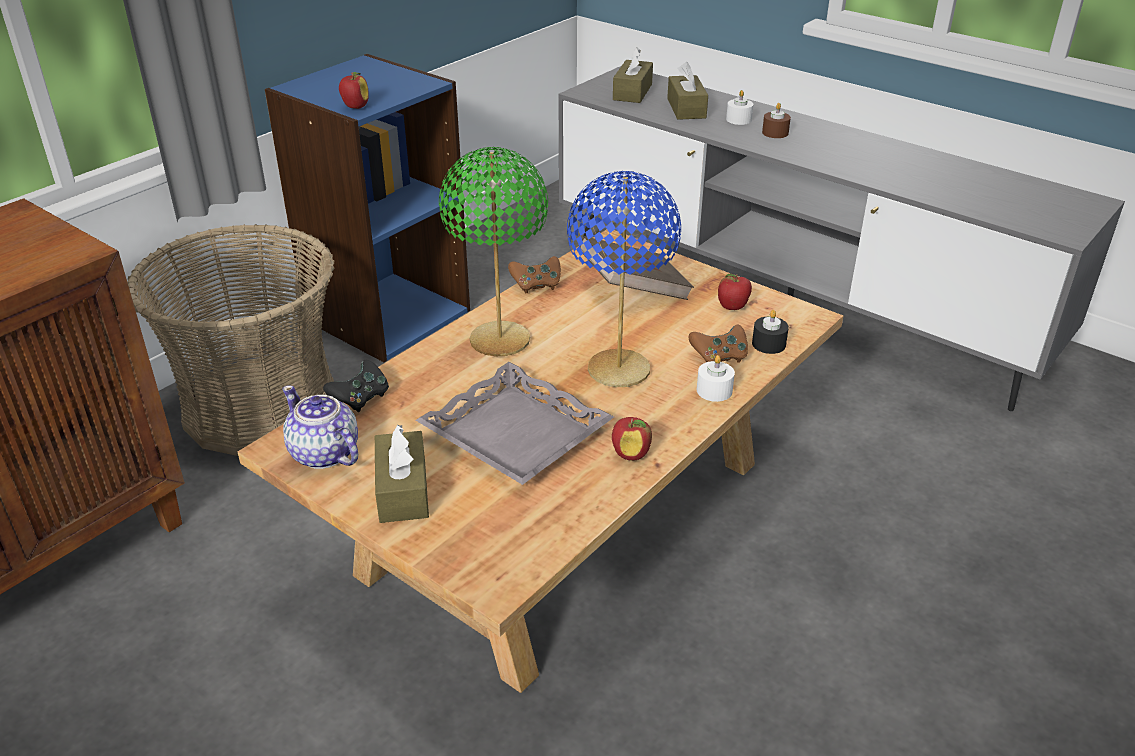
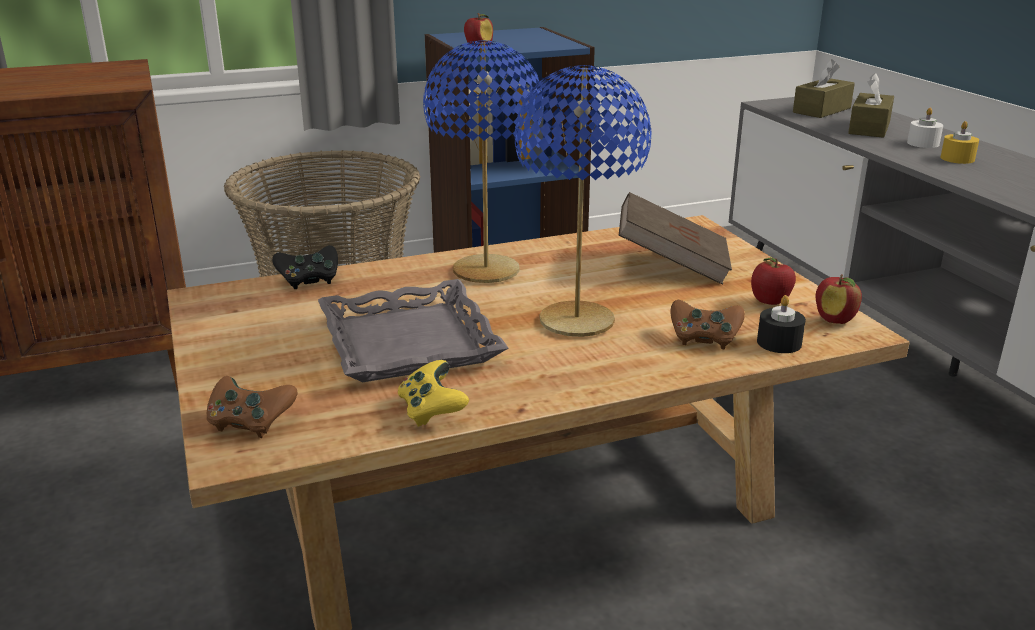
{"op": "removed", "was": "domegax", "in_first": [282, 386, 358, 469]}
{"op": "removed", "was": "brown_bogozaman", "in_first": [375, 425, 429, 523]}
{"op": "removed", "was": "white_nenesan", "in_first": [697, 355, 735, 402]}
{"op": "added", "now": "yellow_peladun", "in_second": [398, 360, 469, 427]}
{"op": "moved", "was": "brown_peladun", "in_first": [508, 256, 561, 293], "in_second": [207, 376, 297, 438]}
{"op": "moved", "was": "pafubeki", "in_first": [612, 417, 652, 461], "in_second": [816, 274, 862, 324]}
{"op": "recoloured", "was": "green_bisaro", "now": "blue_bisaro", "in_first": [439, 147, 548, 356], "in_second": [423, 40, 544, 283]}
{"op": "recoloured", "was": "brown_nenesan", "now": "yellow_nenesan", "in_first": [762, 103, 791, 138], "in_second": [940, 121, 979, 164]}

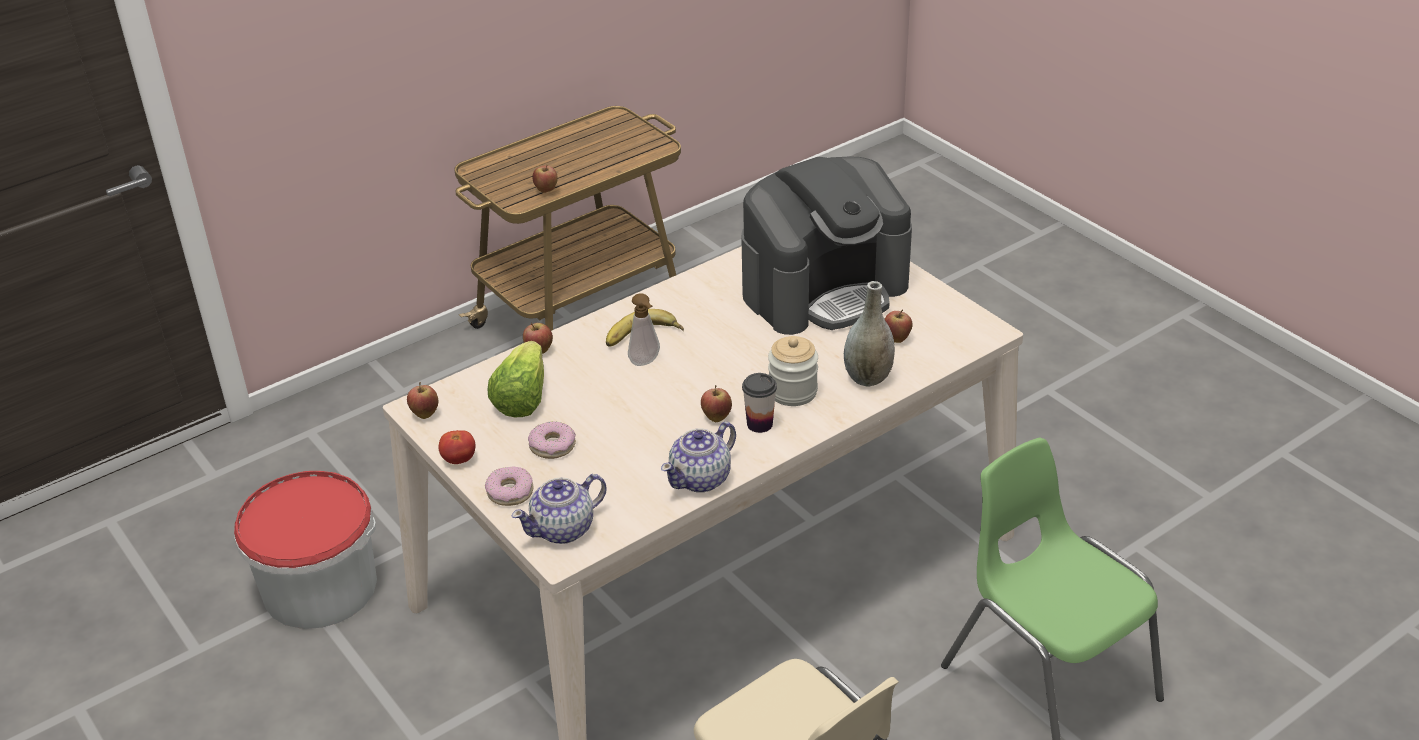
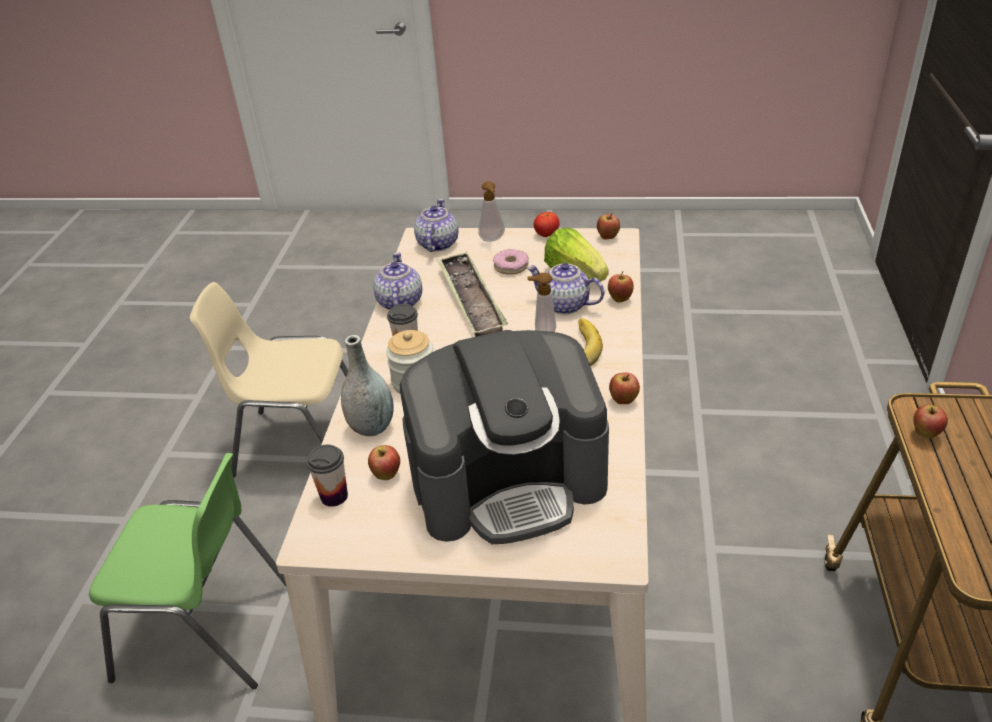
{"op": "removed", "was": "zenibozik", "in_first": [234, 471, 377, 629]}
{"op": "added", "now": "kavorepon", "in_second": [306, 445, 348, 507]}
{"op": "added", "now": "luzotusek", "in_second": [437, 252, 508, 337]}
{"op": "added", "now": "domegax", "in_second": [527, 263, 604, 315]}
{"op": "moved", "was": "pafubeki", "in_first": [701, 385, 732, 422], "in_second": [609, 372, 640, 404]}
{"op": "replaced", "was": "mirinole", "now": "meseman", "in_first": [485, 466, 534, 506], "in_second": [478, 181, 505, 242]}
{"op": "turned", "was": "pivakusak", "in_first": [741, 156, 912, 335], "in_second": [400, 330, 609, 544], "clockwise": -120}

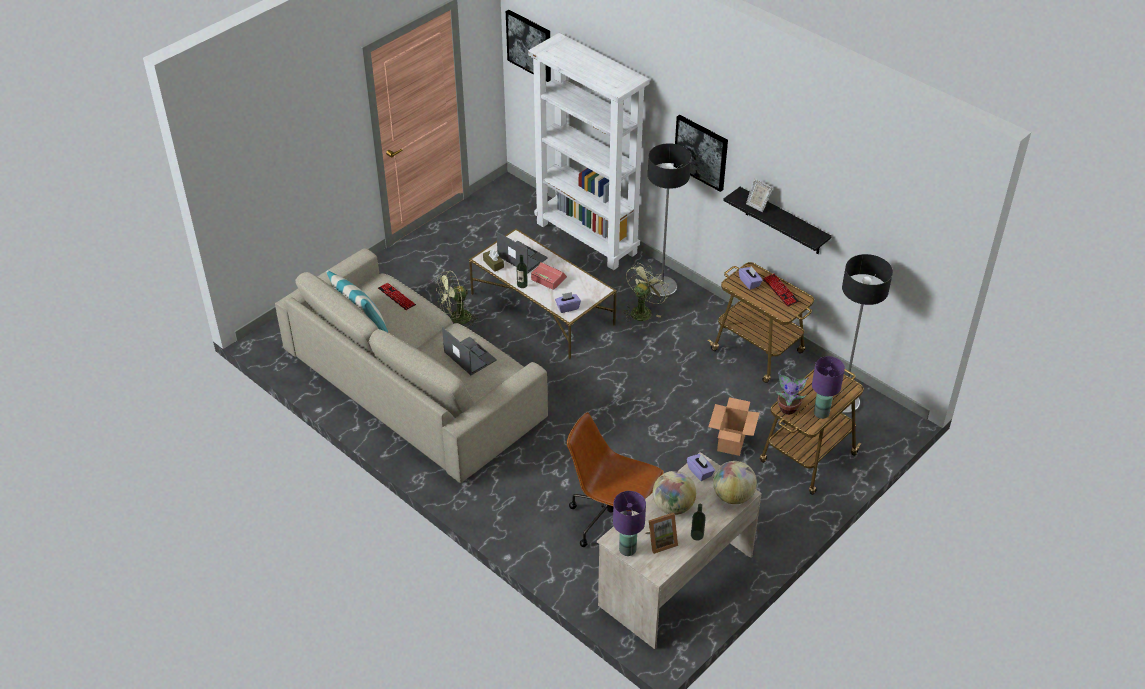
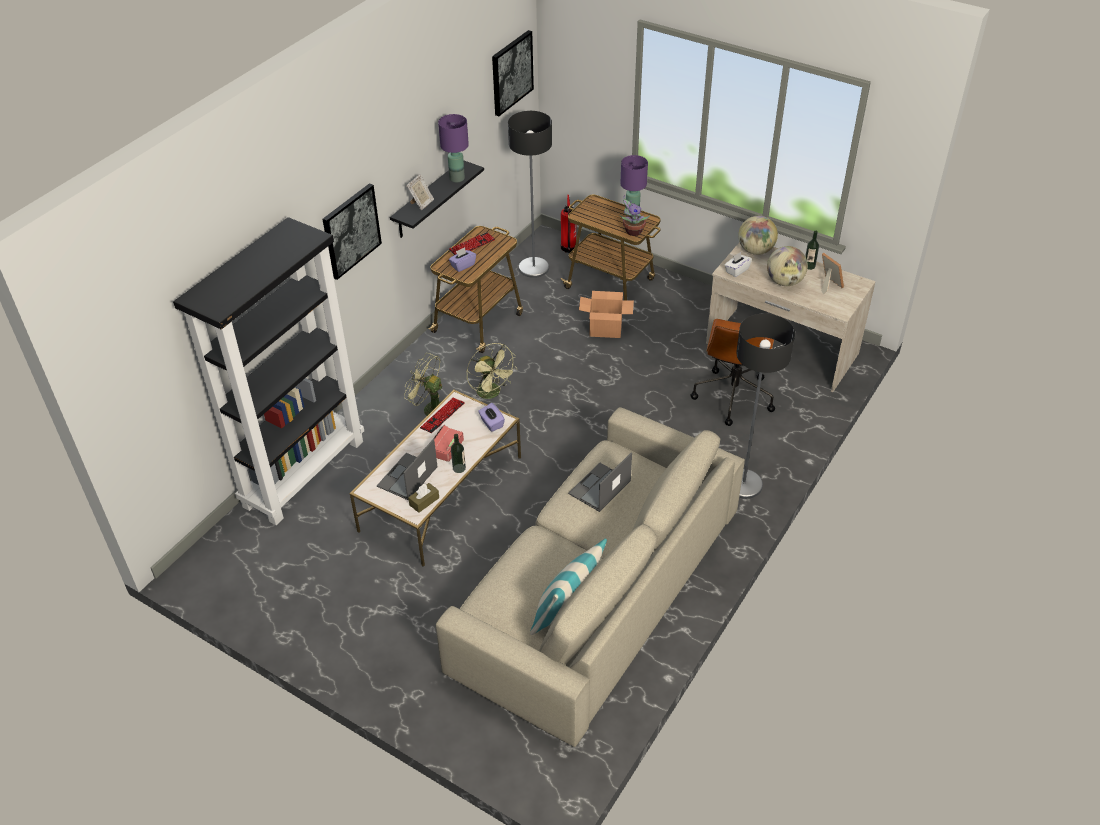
{"op": "added", "now": "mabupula", "in_second": [561, 195, 576, 253]}
{"op": "moved", "was": "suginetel", "in_first": [378, 283, 416, 310], "in_second": [420, 398, 465, 433]}
{"op": "moved", "was": "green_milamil", "in_first": [436, 270, 479, 328], "in_second": [467, 343, 518, 399]}
{"op": "moved", "was": "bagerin", "in_first": [506, 10, 551, 82], "in_second": [492, 30, 534, 116]}
{"op": "moved", "was": "purple_bisaro", "in_first": [613, 491, 646, 556], "in_second": [438, 114, 469, 183]}
{"op": "moved", "was": "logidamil", "in_first": [648, 143, 691, 298], "in_second": [736, 313, 795, 499]}
{"op": "recoloured", "was": "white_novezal", "now": "black_novezal", "in_first": [528, 33, 650, 270], "in_second": [173, 217, 364, 525]}
{"op": "recoloured", "was": "purple_bogozaman", "now": "white_bogozaman", "in_first": [687, 454, 715, 481], "in_second": [725, 252, 752, 277]}

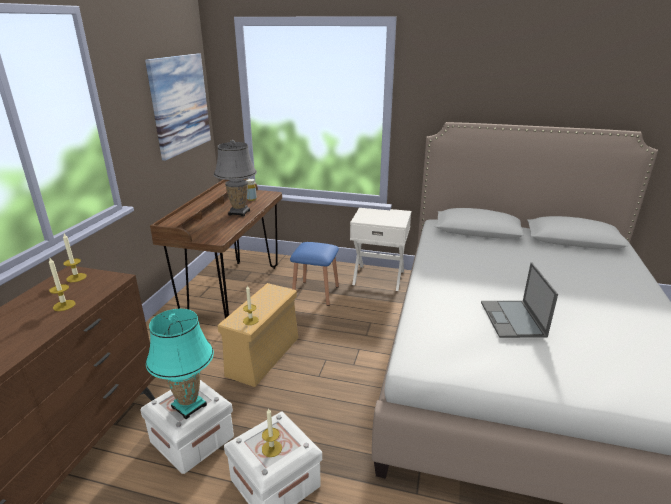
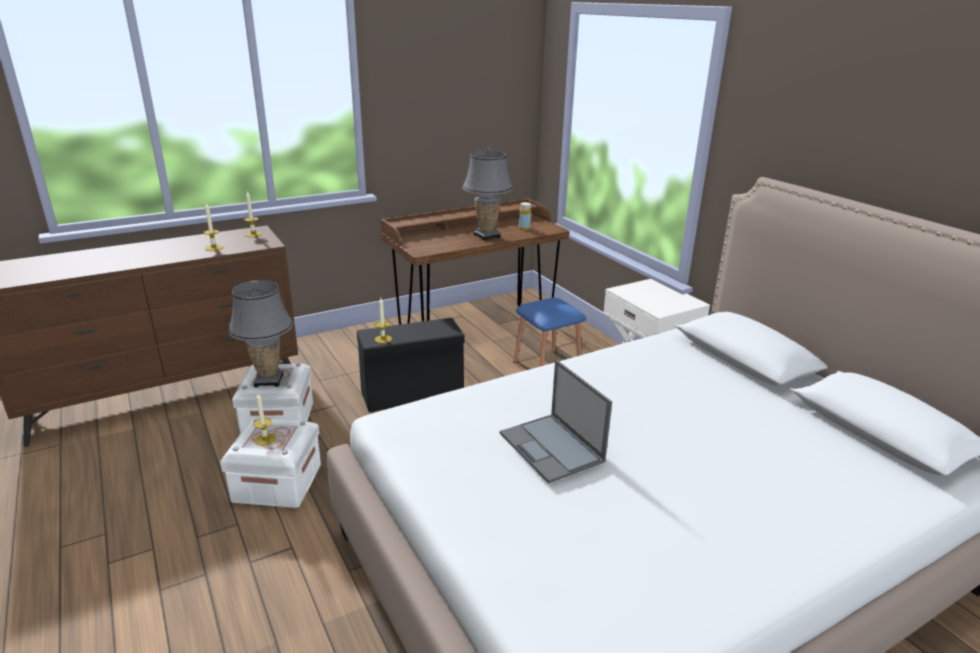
{"op": "removed", "was": "bagerin", "in_first": [145, 53, 211, 161]}
{"op": "recoloured", "was": "turquoise_bisaro", "now": "grey_bisaro", "in_first": [146, 309, 214, 419], "in_second": [228, 280, 293, 387]}
{"op": "recoloured", "was": "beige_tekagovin", "now": "black_tekagovin", "in_first": [217, 283, 298, 387], "in_second": [357, 318, 464, 412]}
{"op": "turned", "was": "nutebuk", "in_first": [481, 262, 558, 338], "in_second": [500, 360, 612, 483], "clockwise": -75}

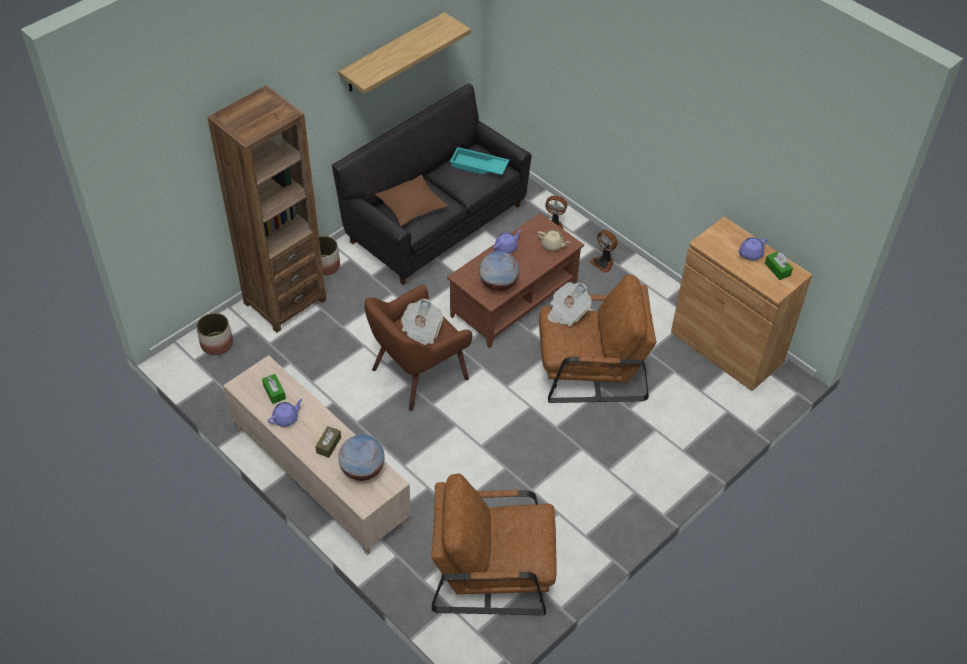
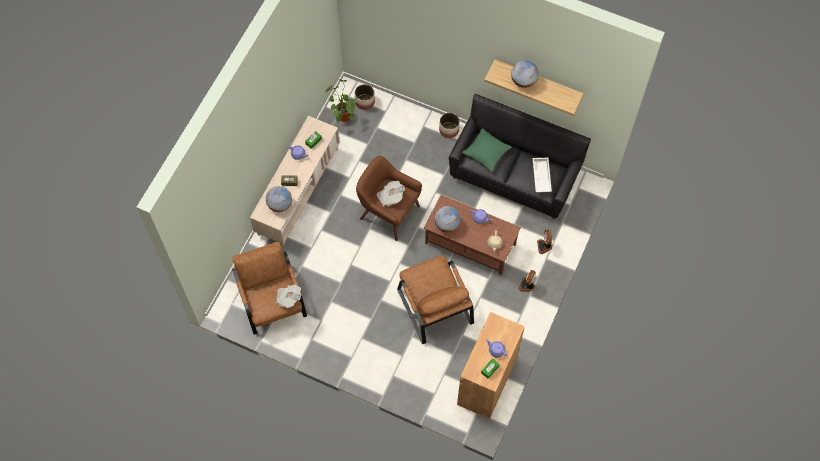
{"op": "removed", "was": "brown_novezal", "in_first": [207, 85, 326, 333]}
{"op": "added", "now": "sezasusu", "in_second": [325, 79, 356, 123]}
{"op": "added", "now": "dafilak", "in_second": [511, 60, 539, 88]}
{"op": "moved", "was": "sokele", "in_first": [548, 282, 592, 327], "in_second": [276, 284, 301, 308]}
{"op": "recoloured", "was": "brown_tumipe", "now": "green_tumipe", "in_first": [375, 175, 448, 226], "in_second": [462, 128, 511, 172]}
{"op": "recoloured", "was": "turquoise_luzotusek", "now": "white_luzotusek", "in_first": [450, 147, 509, 175], "in_second": [533, 158, 552, 192]}

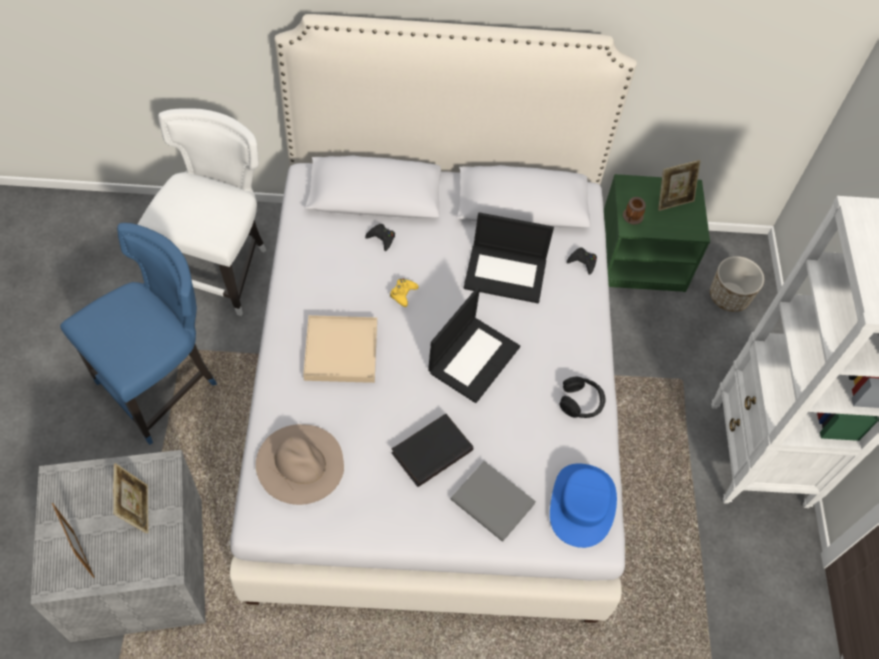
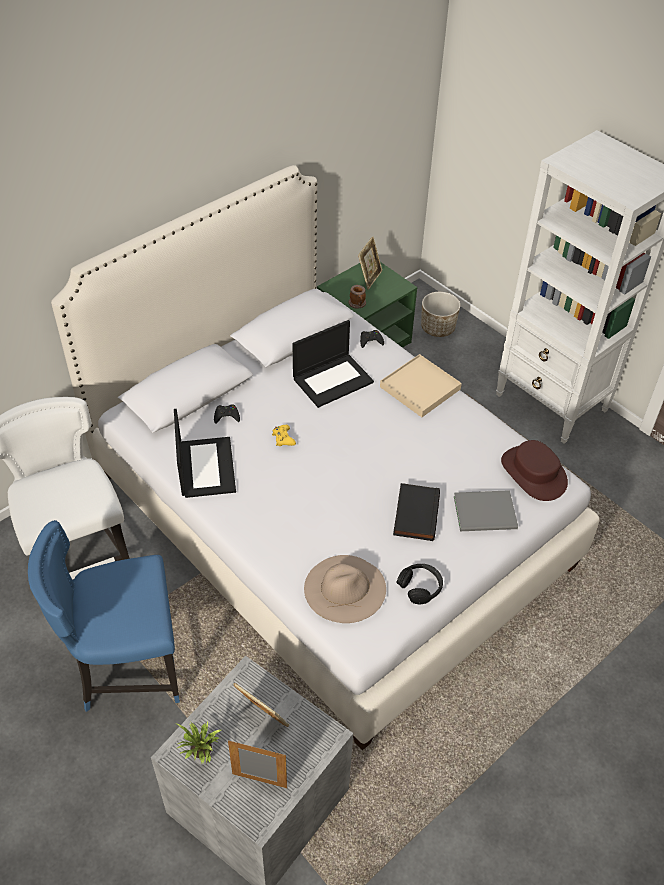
{"op": "added", "now": "sezasusu", "in_second": [176, 722, 221, 764]}
{"op": "moved", "was": "beige_luzotusek", "in_first": [303, 315, 377, 383], "in_second": [380, 354, 462, 417]}
{"op": "moved", "was": "nutebuk", "in_first": [428, 287, 520, 403], "in_second": [174, 409, 236, 498]}
{"op": "moved", "was": "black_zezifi", "in_first": [559, 377, 605, 418], "in_second": [397, 564, 443, 604]}
{"op": "recoloured", "was": "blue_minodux", "now": "brown_minodux", "in_first": [550, 464, 617, 548], "in_second": [501, 440, 568, 501]}
{"op": "turned", "was": "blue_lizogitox", "in_first": [60, 223, 217, 445], "in_second": [28, 520, 180, 712], "clockwise": -105}

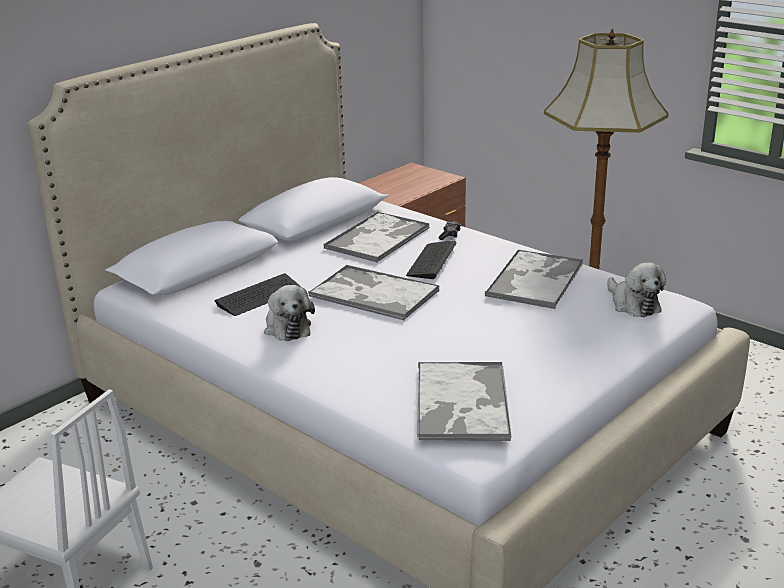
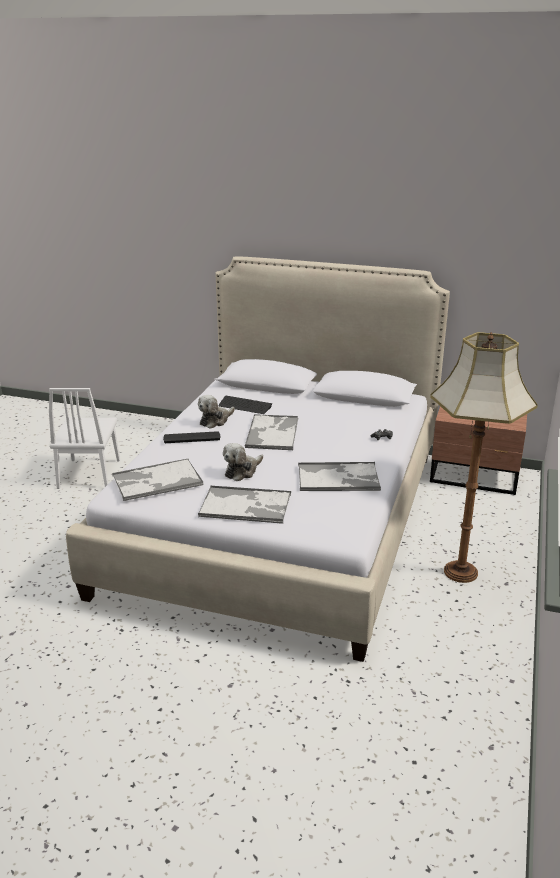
{"op": "moved", "was": "luzotusek", "in_first": [323, 212, 430, 263], "in_second": [198, 486, 291, 524]}
{"op": "moved", "was": "suginetel", "in_first": [406, 241, 457, 279], "in_second": [163, 431, 221, 443]}
{"op": "moved", "was": "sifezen", "in_first": [607, 263, 666, 317], "in_second": [223, 443, 263, 481]}

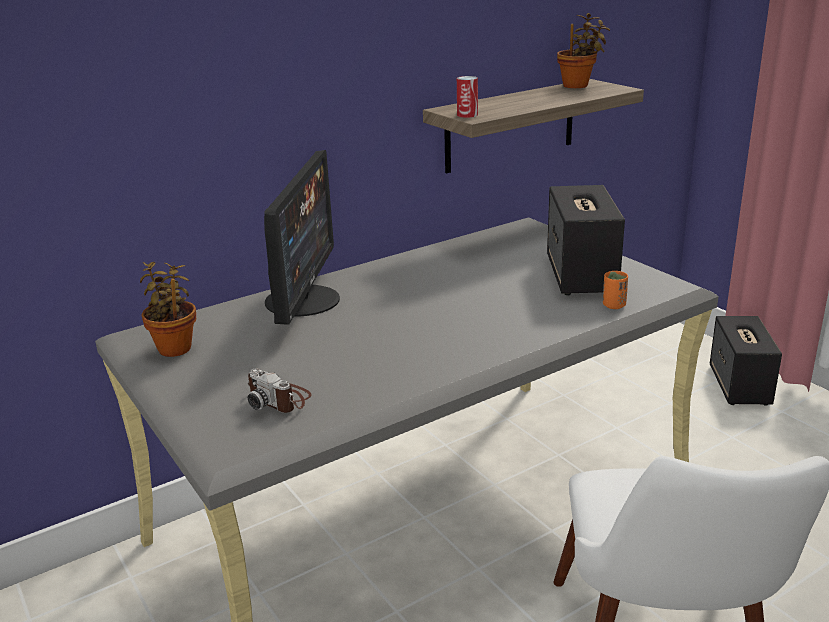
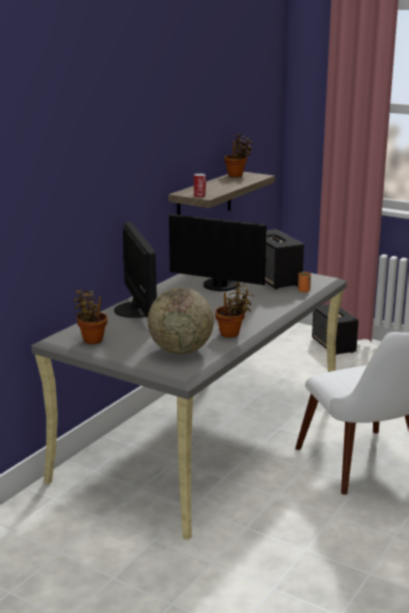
{"op": "added", "now": "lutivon", "in_second": [169, 214, 267, 291]}
{"op": "added", "now": "sezasusu", "in_second": [215, 282, 254, 337]}
{"op": "replaced", "was": "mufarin", "now": "dafilak", "in_first": [248, 369, 312, 413], "in_second": [148, 288, 214, 354]}

